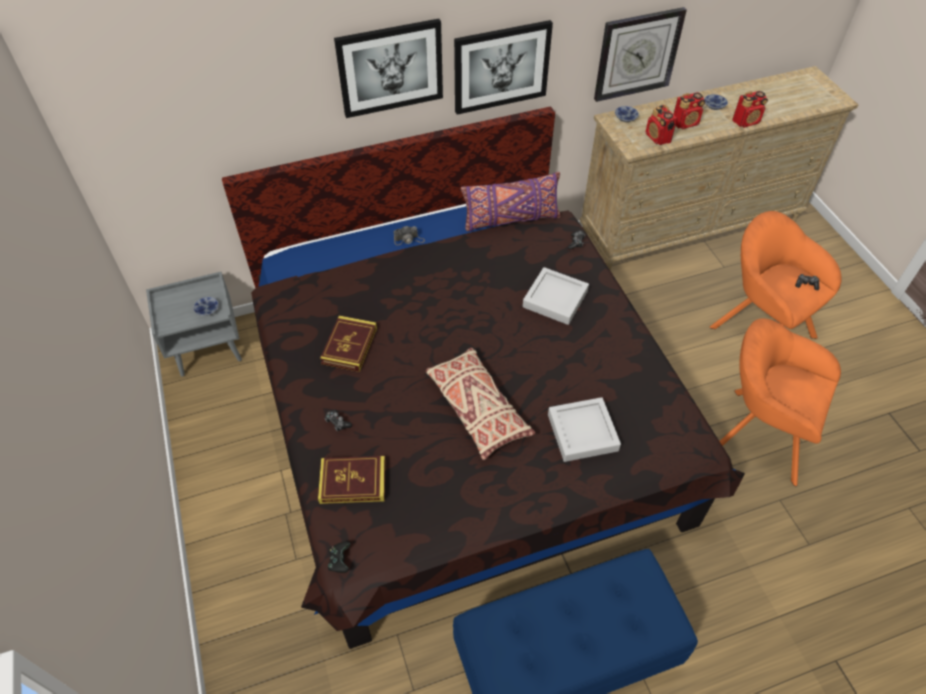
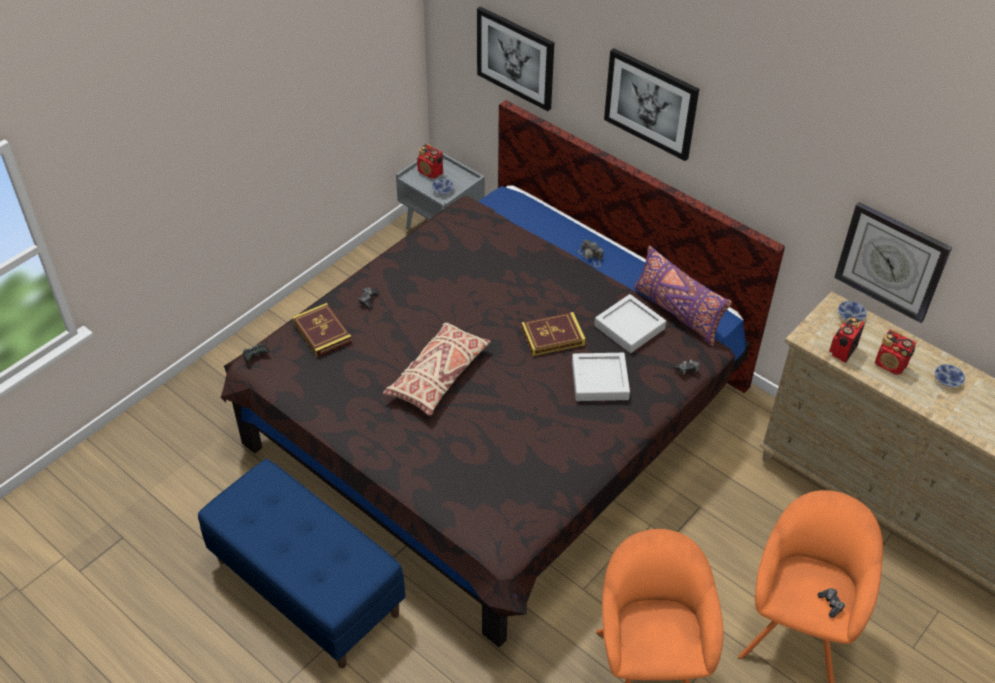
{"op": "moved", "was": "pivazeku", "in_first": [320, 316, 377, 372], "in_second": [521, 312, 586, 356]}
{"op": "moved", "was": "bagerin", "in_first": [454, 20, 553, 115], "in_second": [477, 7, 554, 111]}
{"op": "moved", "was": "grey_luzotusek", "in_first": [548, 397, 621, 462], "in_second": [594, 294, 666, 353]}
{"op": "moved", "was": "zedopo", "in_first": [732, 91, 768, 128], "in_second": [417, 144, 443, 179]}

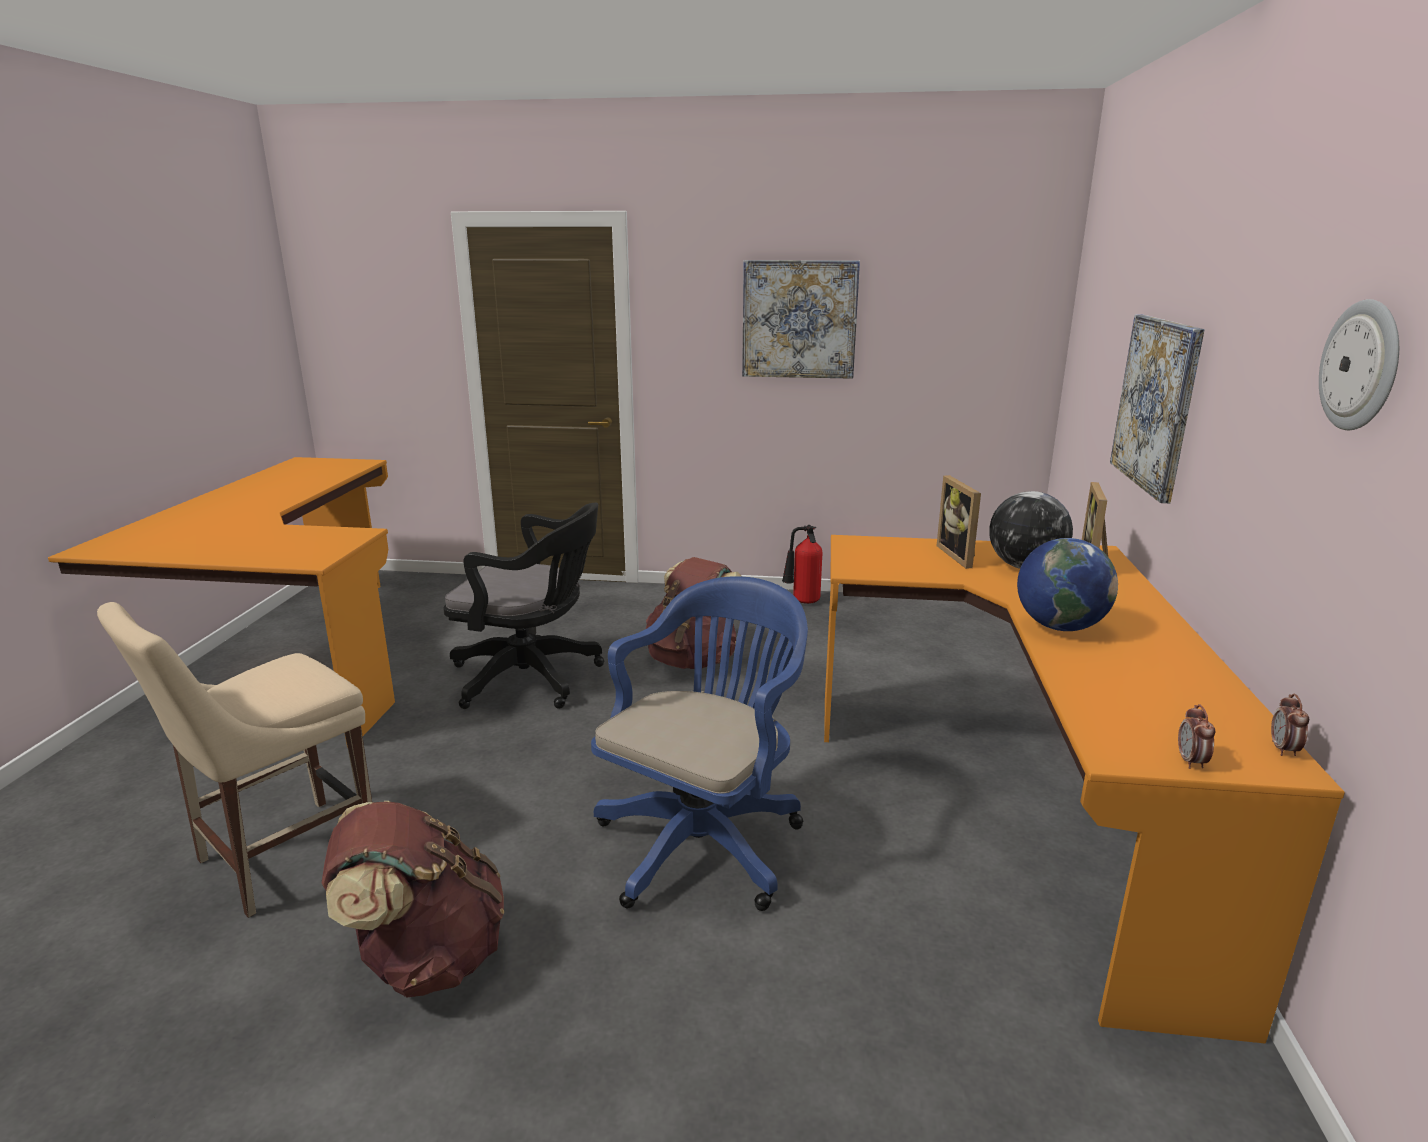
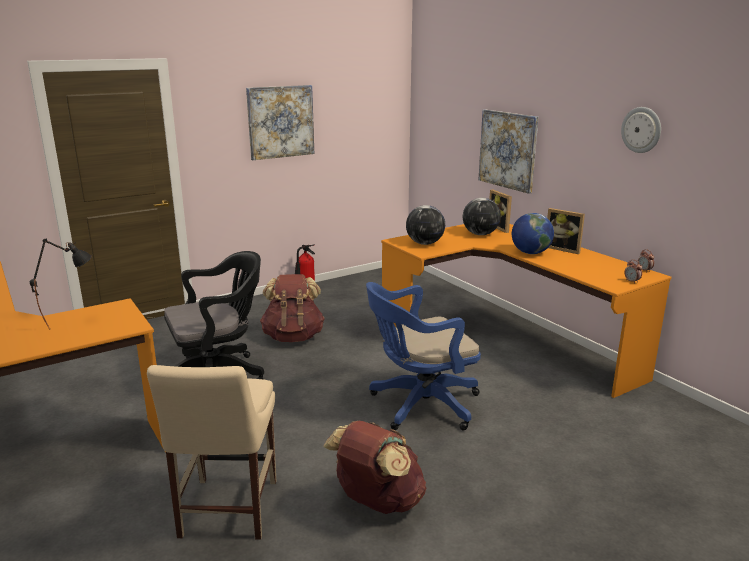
{"op": "added", "now": "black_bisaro", "in_second": [30, 239, 92, 330]}
{"op": "added", "now": "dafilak", "in_second": [406, 205, 445, 245]}
{"op": "moved", "was": "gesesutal", "in_first": [937, 475, 981, 569], "in_second": [547, 208, 585, 254]}
{"op": "turned", "was": "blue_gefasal", "in_first": [591, 576, 808, 911], "in_second": [366, 282, 481, 431], "clockwise": -105}

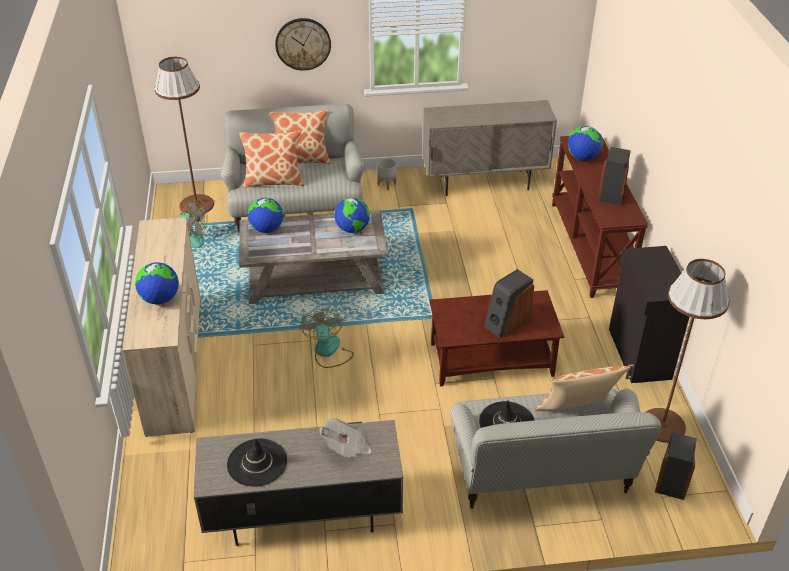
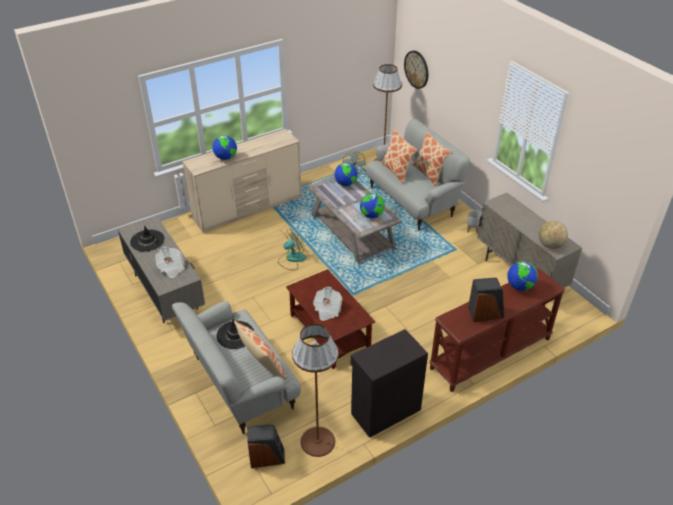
{"op": "added", "now": "dafilak", "in_second": [539, 221, 568, 249]}
{"op": "moved", "was": "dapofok", "in_first": [275, 18, 331, 71], "in_second": [404, 51, 428, 89]}
{"op": "replaced", "was": "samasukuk", "now": "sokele", "in_first": [484, 269, 534, 338], "in_second": [313, 287, 342, 321]}

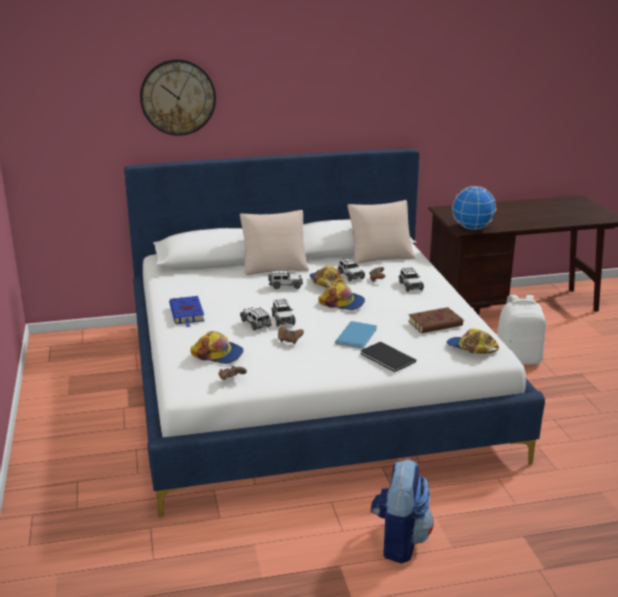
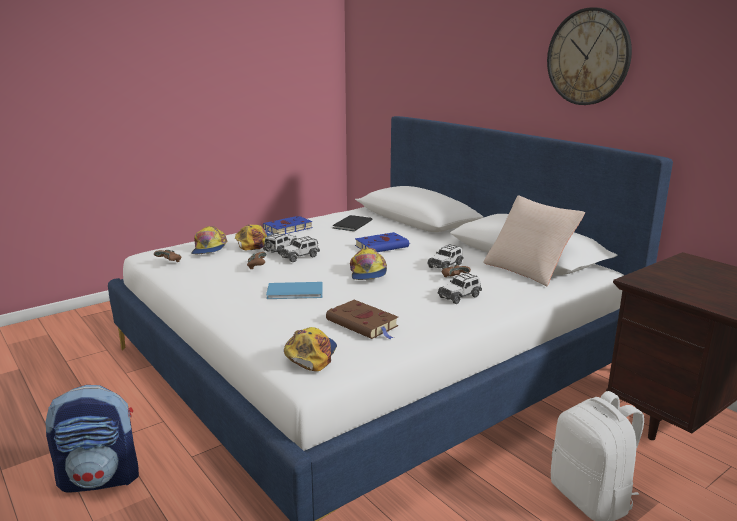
{"op": "removed", "was": "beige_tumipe", "in_first": [240, 210, 309, 275]}
{"op": "removed", "was": "dafilak", "in_first": [452, 186, 496, 230]}
{"op": "moved", "was": "dapofok", "in_first": [140, 59, 216, 136], "in_second": [547, 7, 632, 105]}
{"op": "moved", "was": "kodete", "in_first": [310, 266, 345, 288], "in_second": [235, 224, 271, 250]}
{"op": "moved", "was": "black_pivazeku", "in_first": [360, 342, 416, 372], "in_second": [332, 215, 372, 231]}
{"op": "replaced", "was": "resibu", "now": "blue_pivazeku", "in_first": [268, 270, 303, 289], "in_second": [355, 232, 411, 252]}

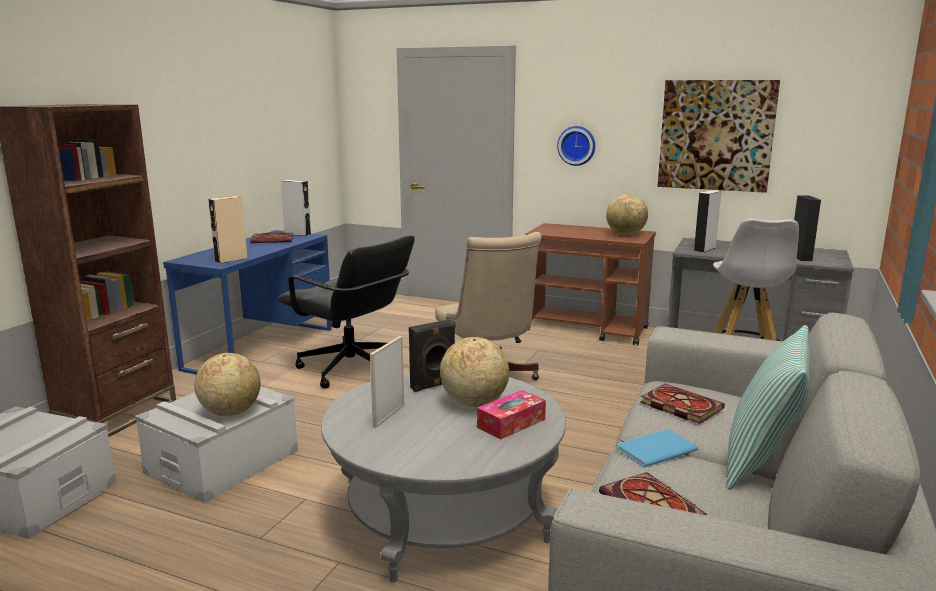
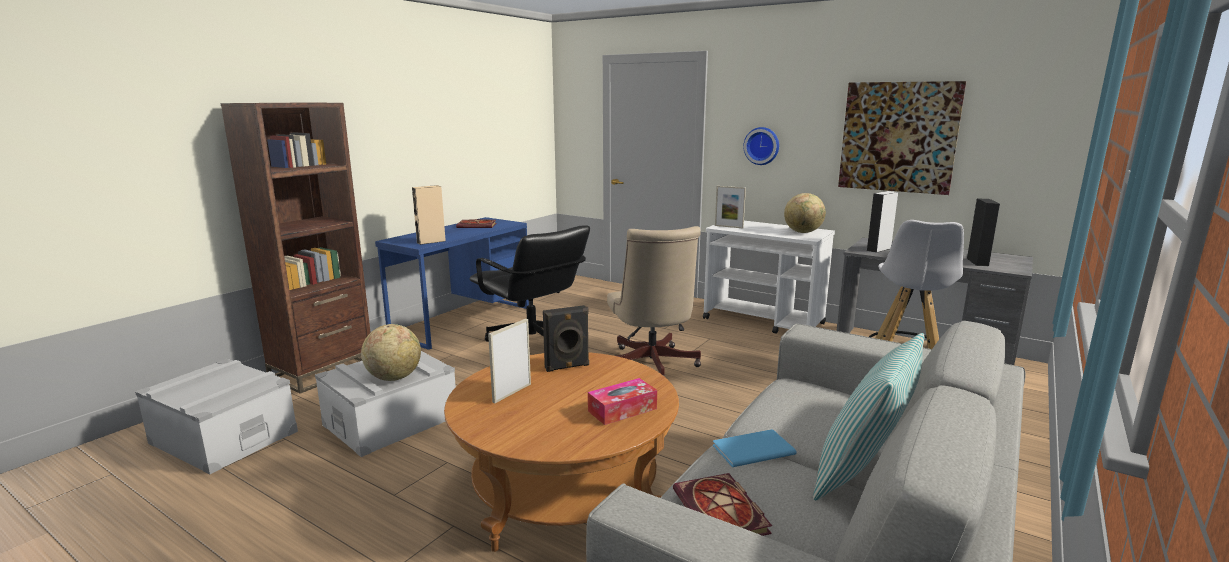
{"op": "removed", "was": "grey_samasukuk", "in_first": [281, 180, 311, 236]}
{"op": "removed", "was": "dafilak", "in_first": [440, 337, 509, 407]}
{"op": "removed", "was": "pivazeku", "in_first": [640, 384, 725, 424]}
{"op": "added", "now": "gesesutal", "in_second": [715, 186, 746, 228]}
{"op": "recoloured", "was": "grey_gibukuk", "now": "brown_gibukuk", "in_first": [321, 372, 566, 583], "in_second": [444, 352, 679, 552]}
{"op": "recoloured", "was": "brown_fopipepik", "now": "white_fopipepik", "in_first": [525, 223, 656, 346], "in_second": [703, 221, 835, 334]}

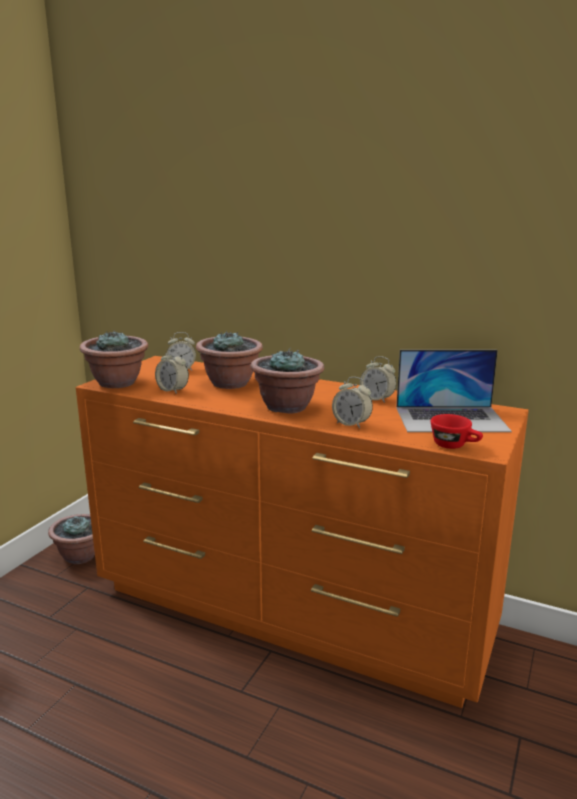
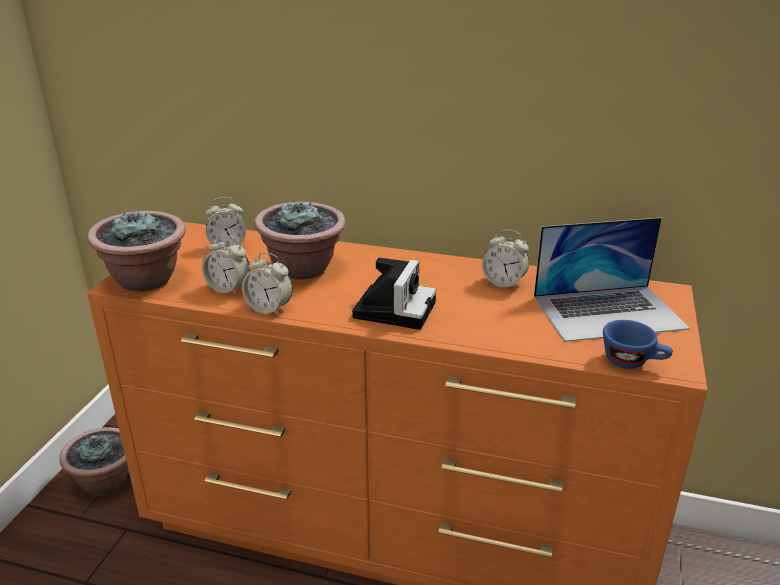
{"op": "moved", "was": "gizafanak", "in_first": [332, 377, 373, 429], "in_second": [242, 252, 293, 316]}
{"op": "replaced", "was": "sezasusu", "now": "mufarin", "in_first": [250, 348, 324, 414], "in_second": [352, 258, 436, 330]}
{"op": "recoloured", "was": "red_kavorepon", "now": "blue_kavorepon", "in_first": [431, 414, 483, 449], "in_second": [603, 320, 673, 369]}

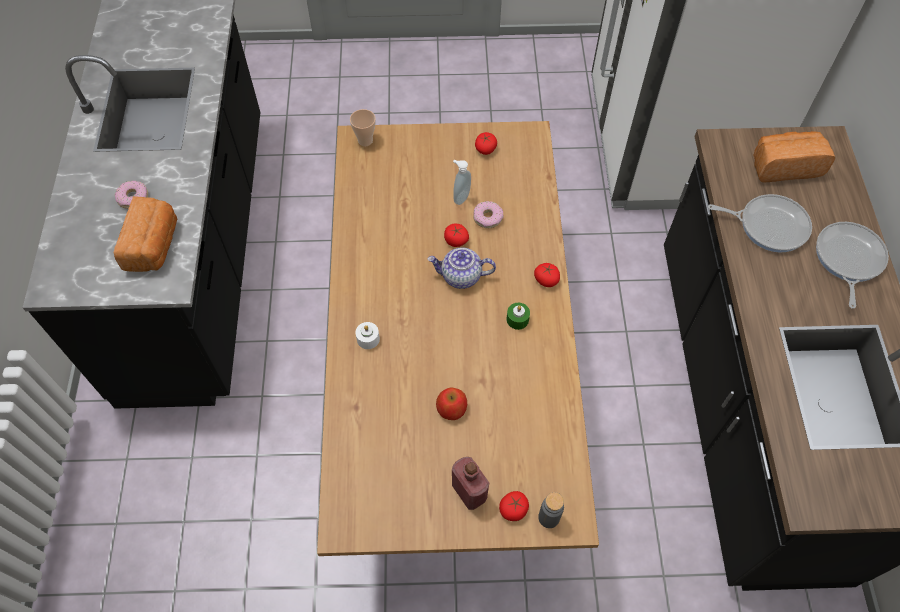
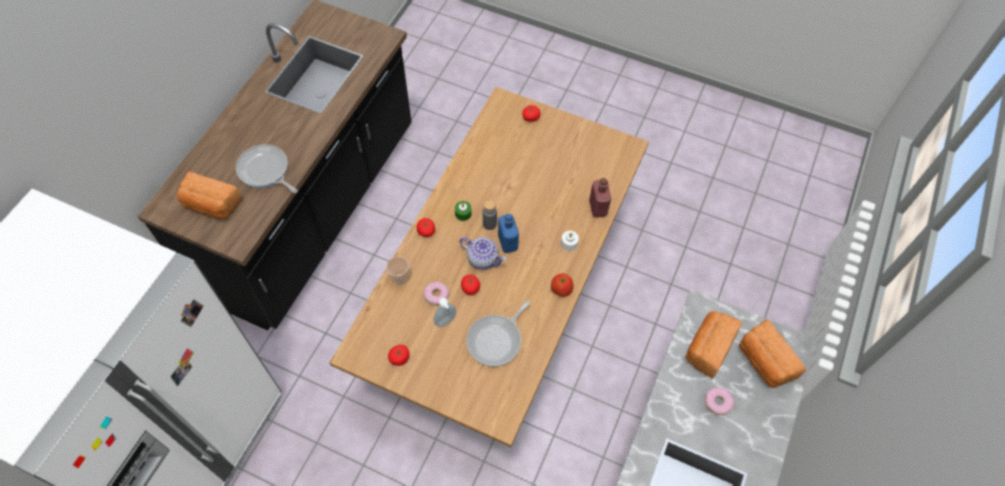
{"op": "added", "now": "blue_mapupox", "in_second": [498, 214, 519, 253]}
{"op": "added", "now": "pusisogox", "in_second": [739, 320, 806, 388]}
{"op": "moved", "was": "kavorepon", "in_first": [350, 109, 376, 146], "in_second": [386, 257, 409, 285]}
{"op": "moved", "was": "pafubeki", "in_first": [436, 388, 467, 420], "in_second": [551, 273, 573, 296]}
{"op": "moved", "was": "red_mapupox", "in_first": [452, 457, 489, 510], "in_second": [589, 178, 611, 218]}
{"op": "moved", "was": "grey_mapupox", "in_first": [538, 492, 564, 528], "in_second": [483, 200, 497, 230]}
{"op": "moved", "was": "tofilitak", "in_first": [816, 222, 889, 309], "in_second": [466, 300, 530, 366]}

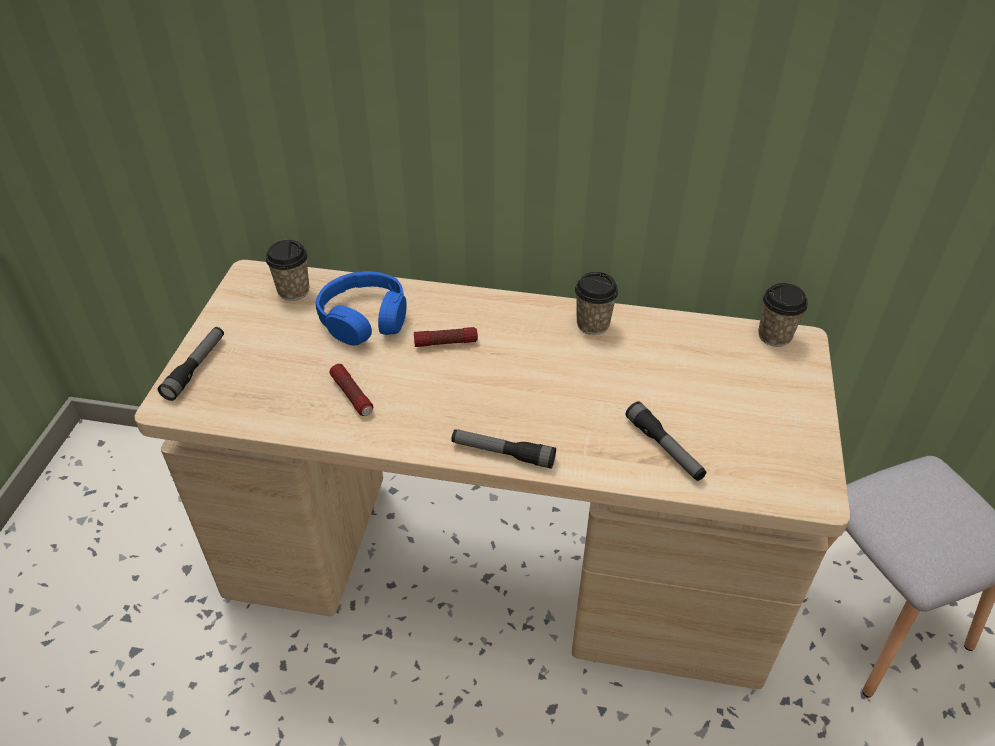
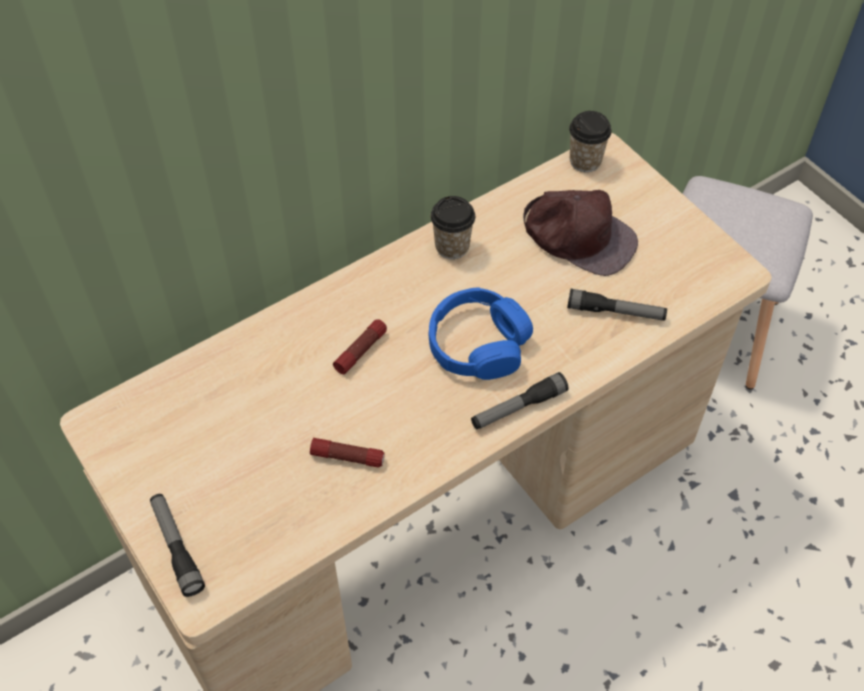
{"op": "removed", "was": "kavorepon", "in_first": [266, 240, 309, 301]}
{"op": "added", "now": "brown_kodete", "in_second": [524, 190, 638, 276]}
{"op": "moved", "was": "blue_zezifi", "in_first": [316, 271, 407, 346], "in_second": [429, 288, 533, 380]}

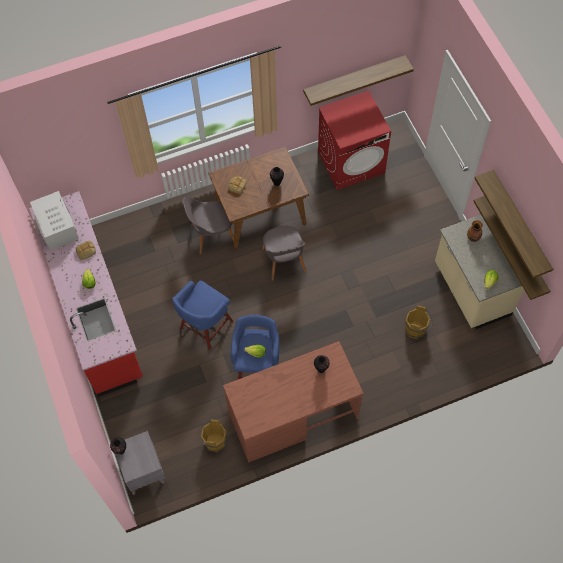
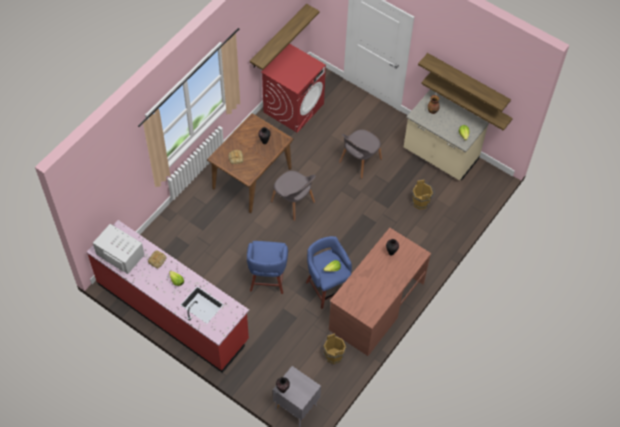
{"op": "moved", "was": "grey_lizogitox", "in_first": [183, 197, 234, 254], "in_second": [339, 130, 382, 179]}

